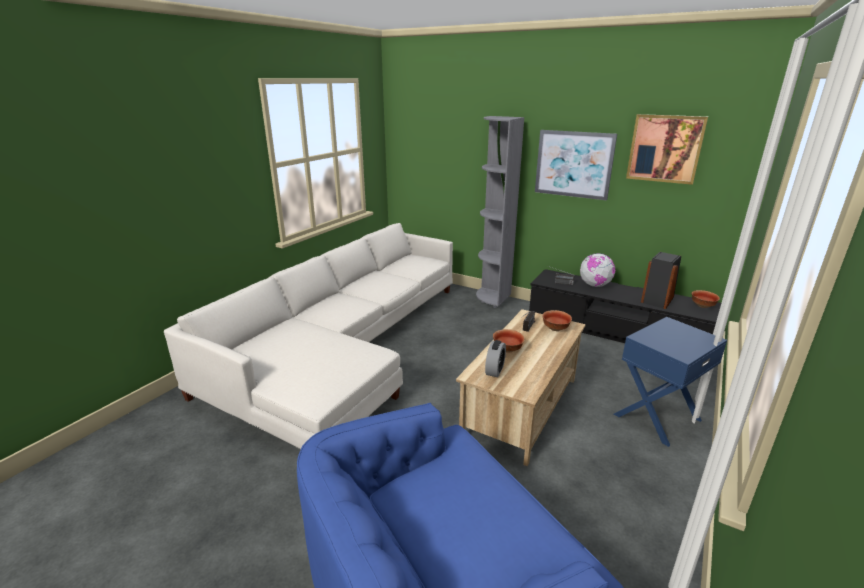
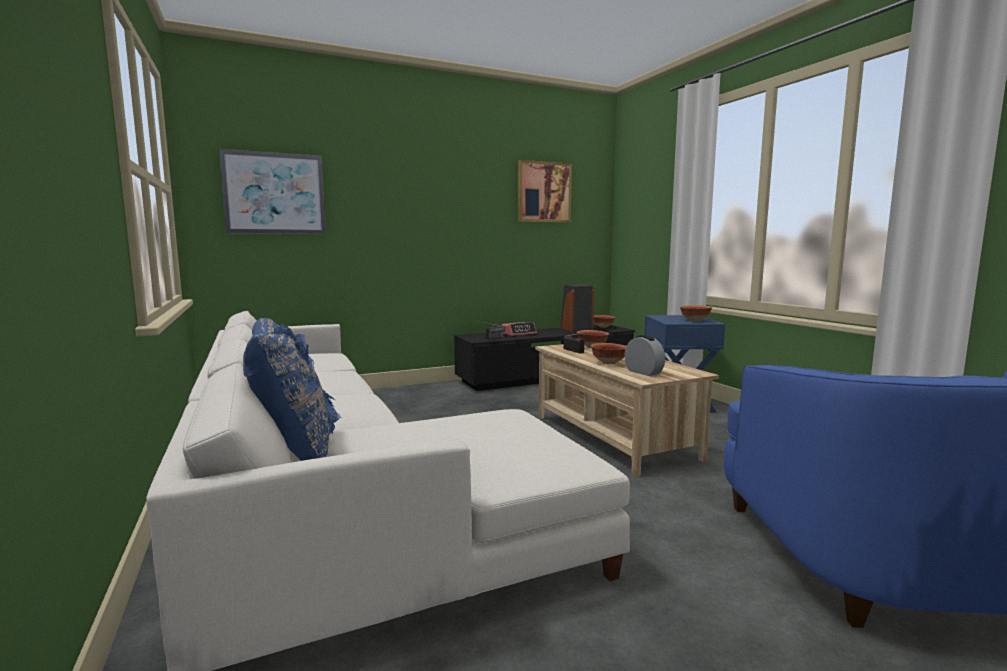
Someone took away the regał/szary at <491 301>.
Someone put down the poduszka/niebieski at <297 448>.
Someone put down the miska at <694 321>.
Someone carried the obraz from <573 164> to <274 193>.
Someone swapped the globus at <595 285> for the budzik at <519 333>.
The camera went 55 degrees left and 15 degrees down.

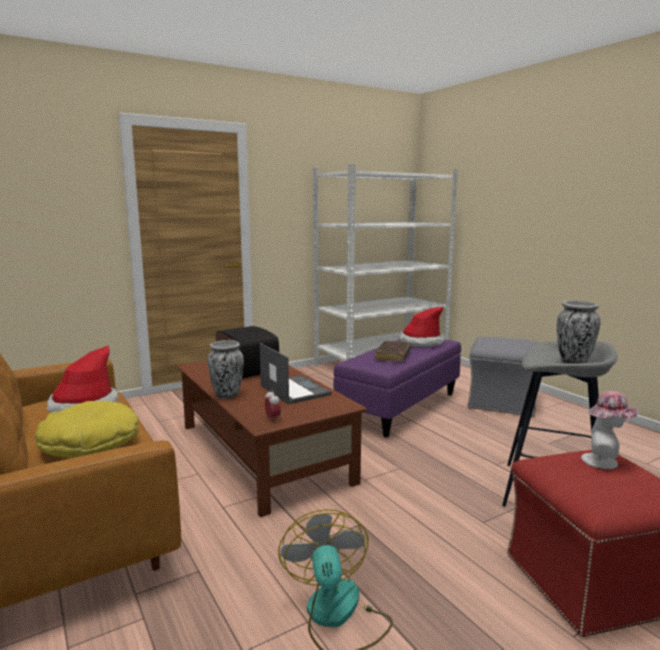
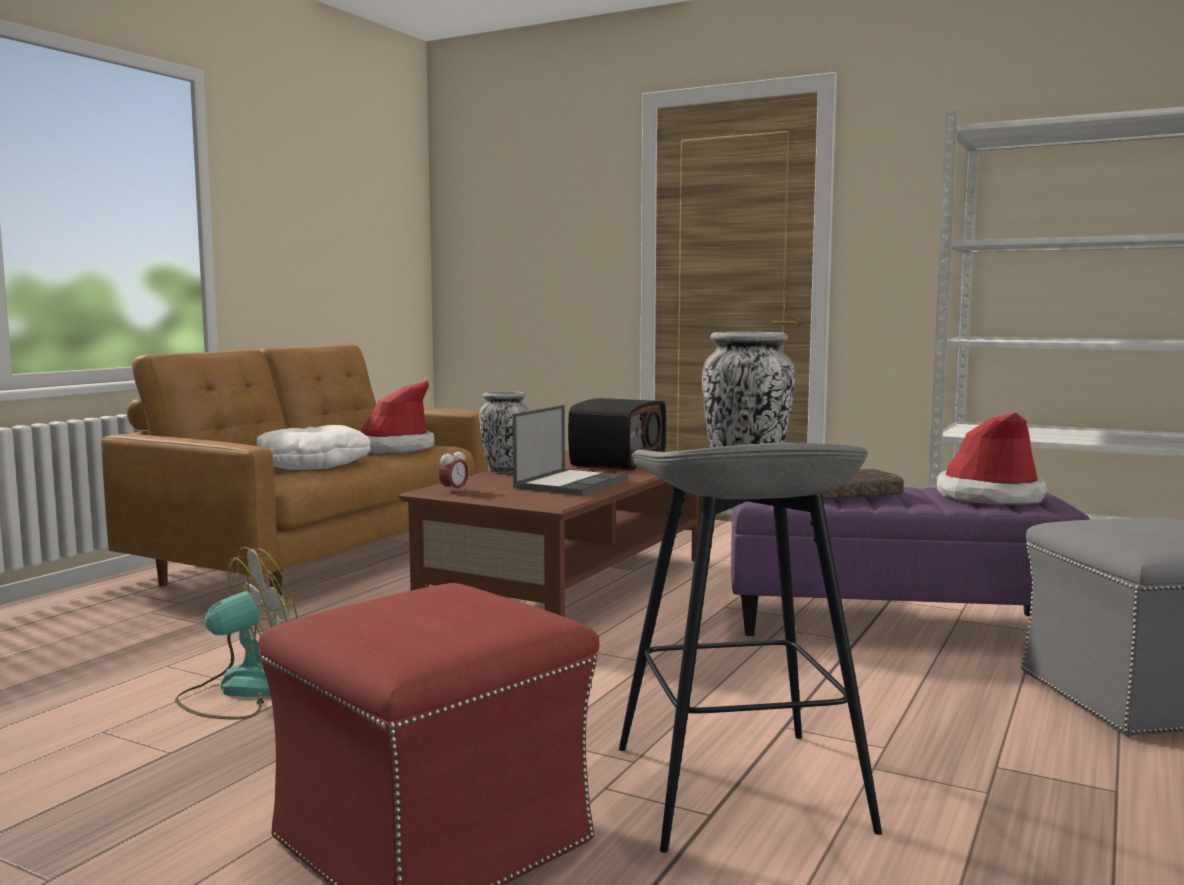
Someone took away the kapelusz at <604 462>.
Someone repainted the poduszka/żółty at <89 443>, which became the poduszka/biały at <312 465>.
The camera went 60 degrees right and 5 degrees down.

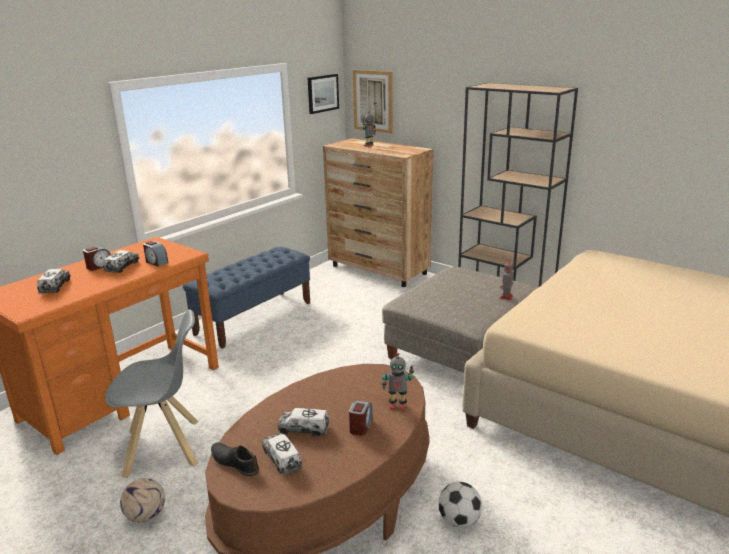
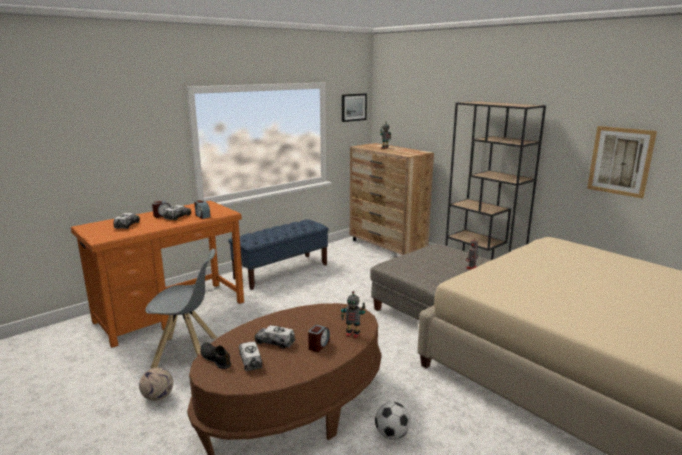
Someone carried the obraz from <373 101> to <620 161>.
The camera went 10 degrees right and 5 degrees down.

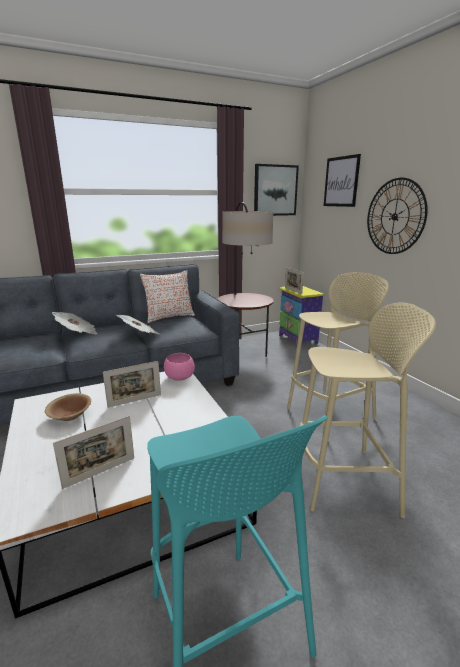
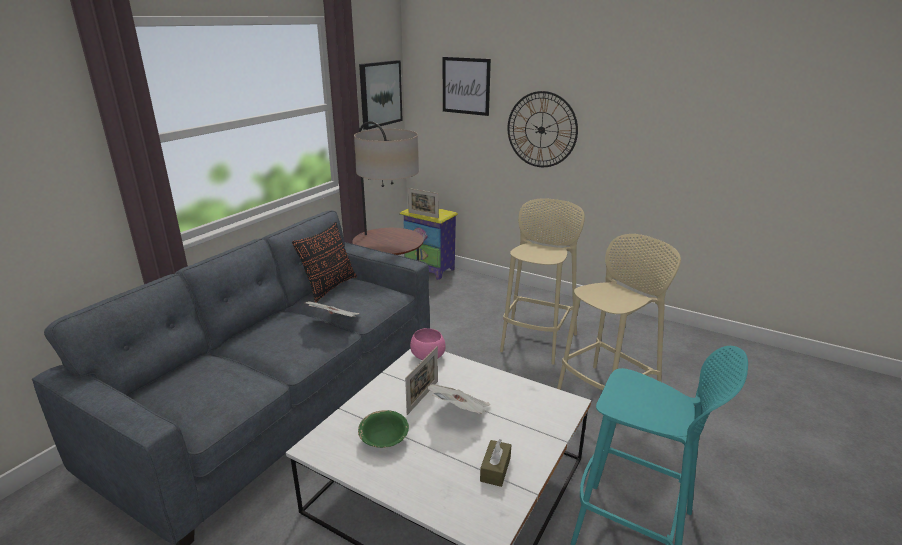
Someone carried the gazeta from <77 333> to <460 412>.
Someone swapped the ramka na zdjęcie at <100 472> for the pudełko chusteczek/brązowy at <495 469>.
Someone repainted the miska/brązowy at <70 416>, which became the miska/zielony at <384 439>.
Someone repainted the poduszka/biały at <169 317>, which became the poduszka/czarny at <329 287>.
The camera went 35 degrees left and 5 degrees up.

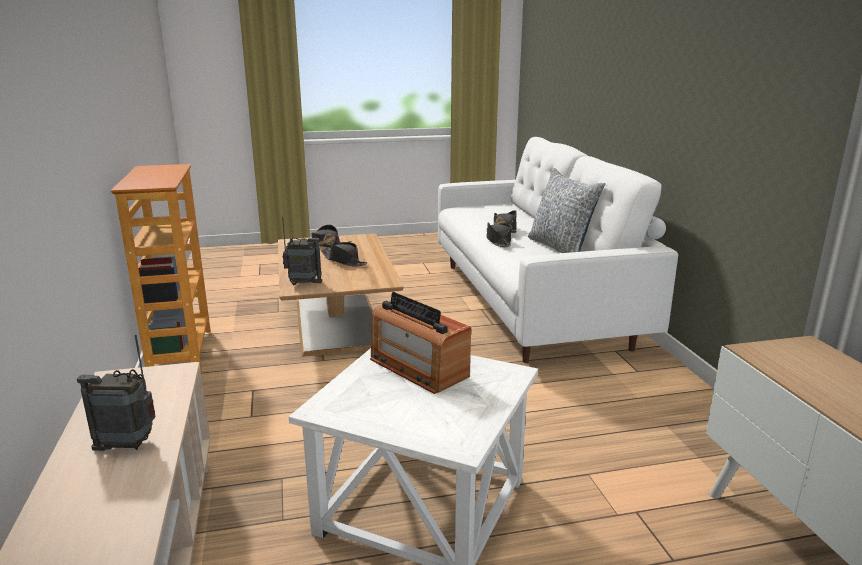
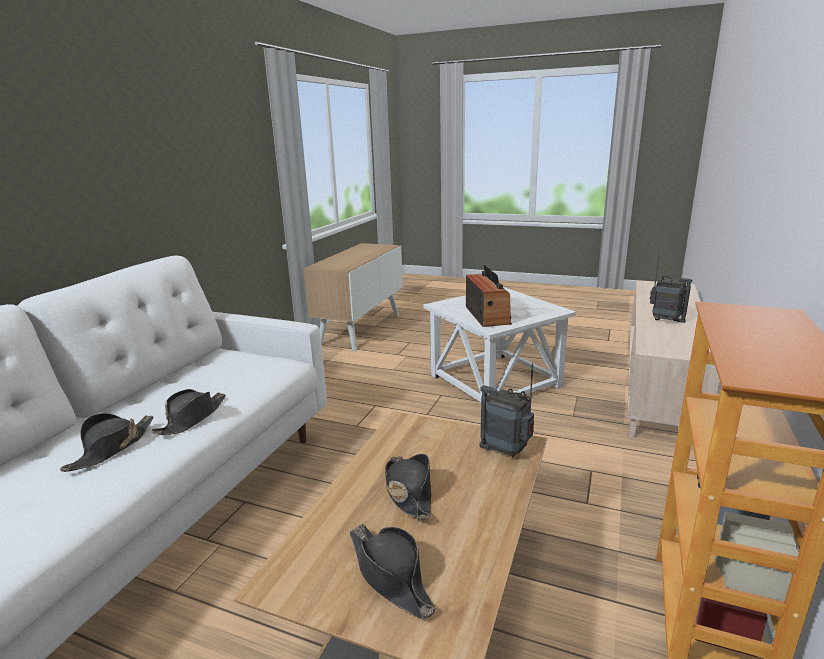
Someone took away the poduszka at <561 248>.
The camera went 145 degrees left and 0 degrees up.

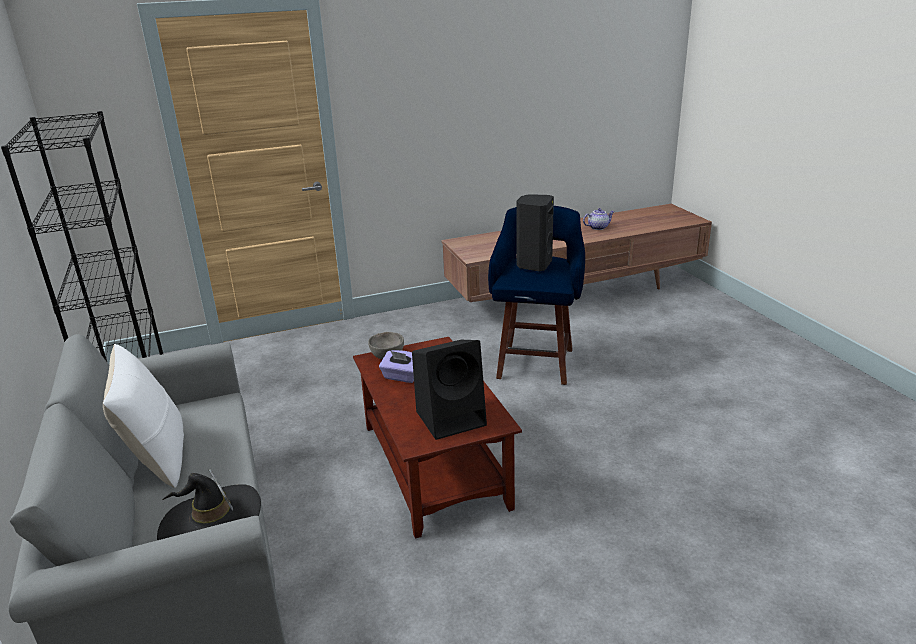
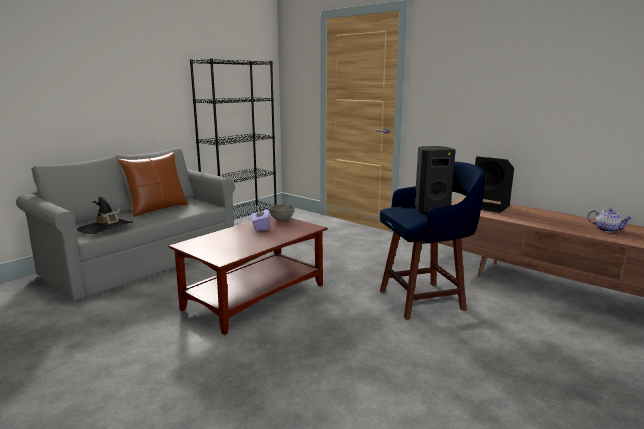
Someone carried the głośnik/czarny from <452 417> to <490 207>.
Someone repainted the poduszka/biały at <158 457>, which became the poduszka/brązowy at <157 209>.
The camera went 60 degrees right and 10 degrees down.

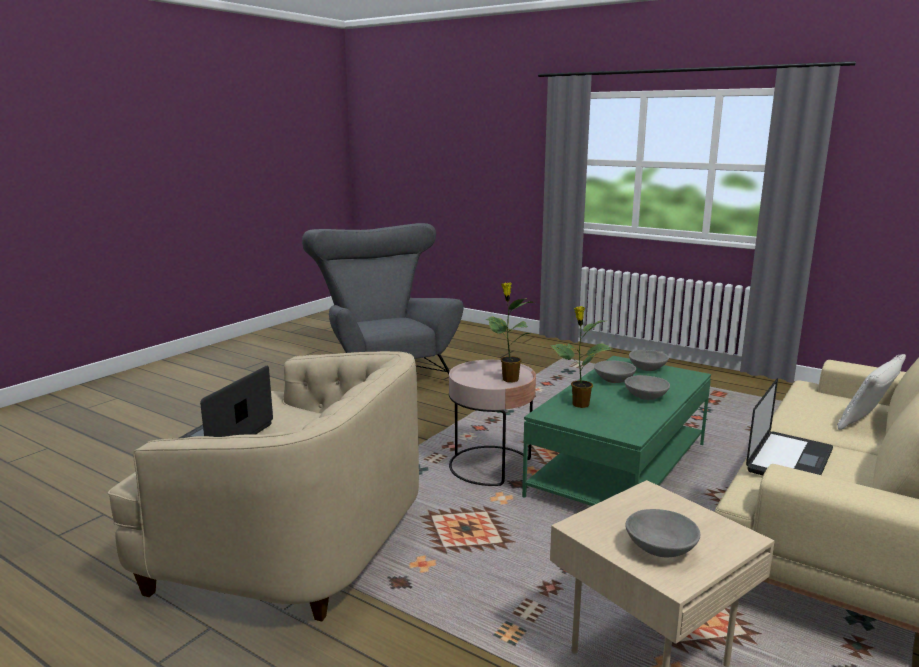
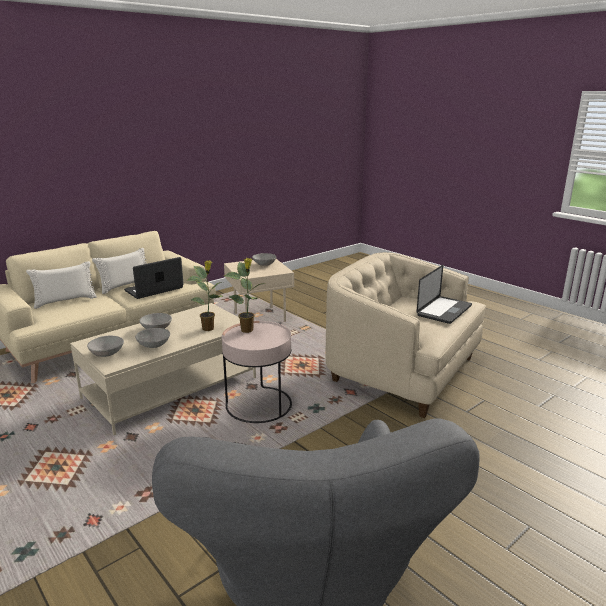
Someone put down the poduszka/biały at <125 286>.
Someone repainted the ława/zielony at <619 470>, which became the ława/beżowy at <171 388>.
The camera went 165 degrees left and 5 degrees up.

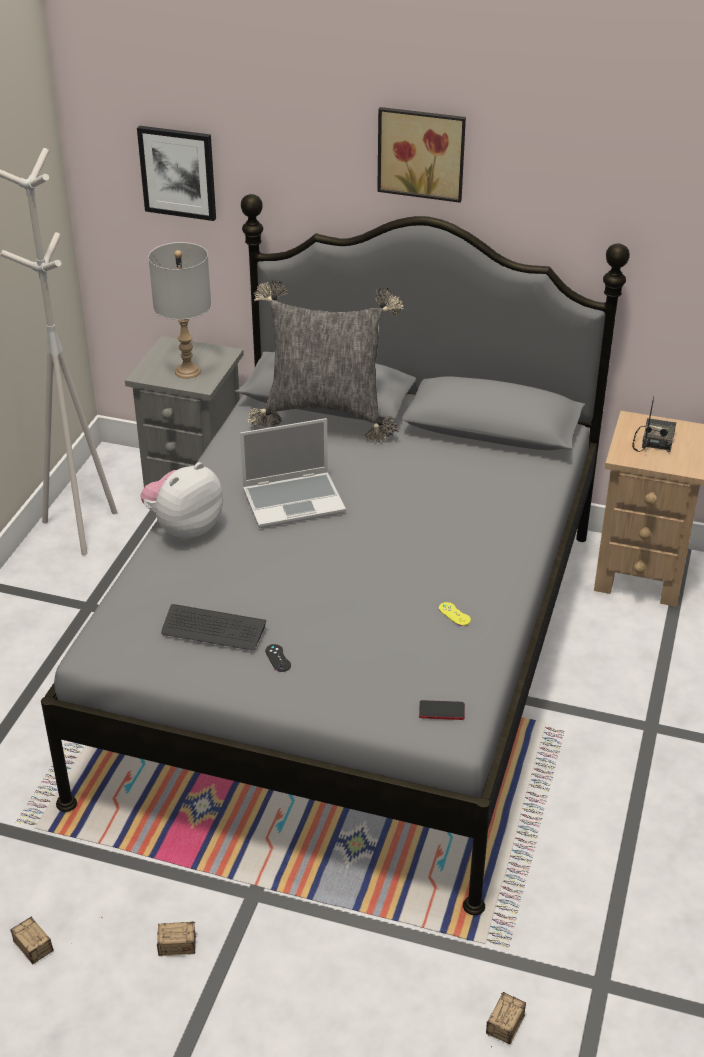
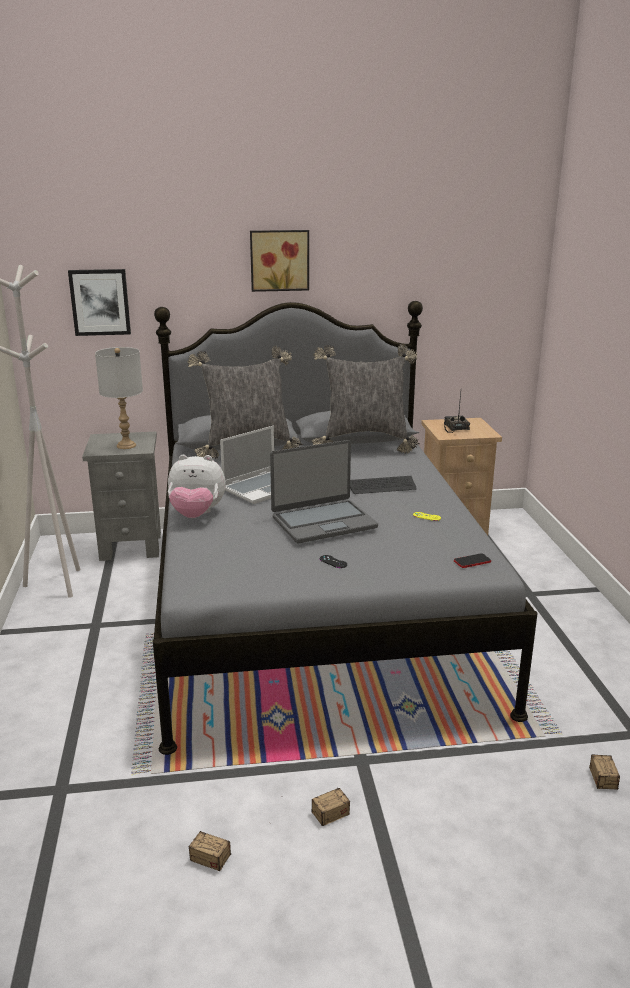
Someone put down the laptop at <323 522>.
Someone put down the poduszka at <364 447>.
Someone carried the klawiatura from <213 629> to <382 486>.
Someone rotated the pluszak at <184 528> by 105 degrees counterclockwise.
The camera went 25 degrees left and 15 degrees down.

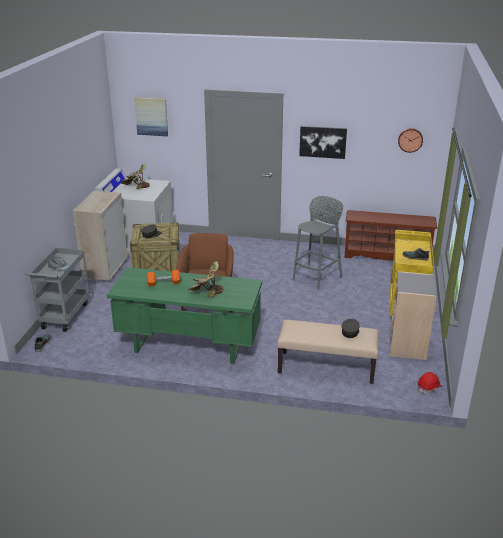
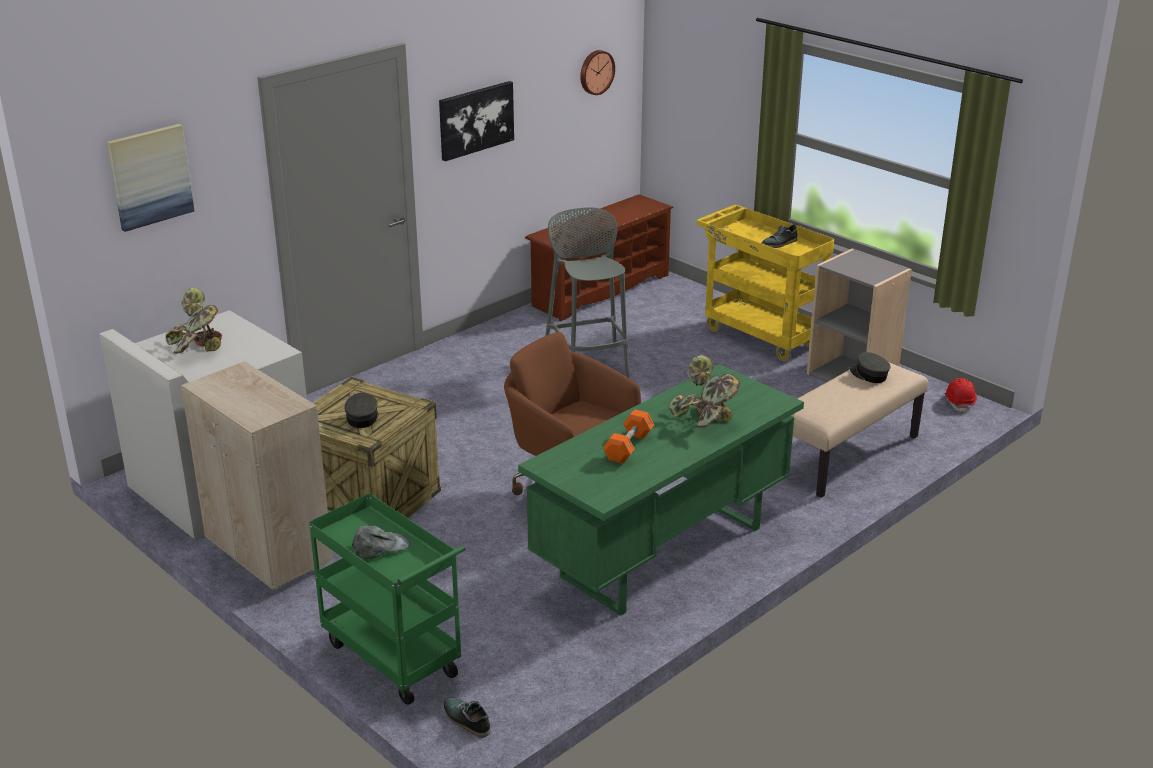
Someone repainted the wózek/szary at <65 317>, which became the wózek/zielony at <394 662>.
The camera went 55 degrees left and 0 degrees up.

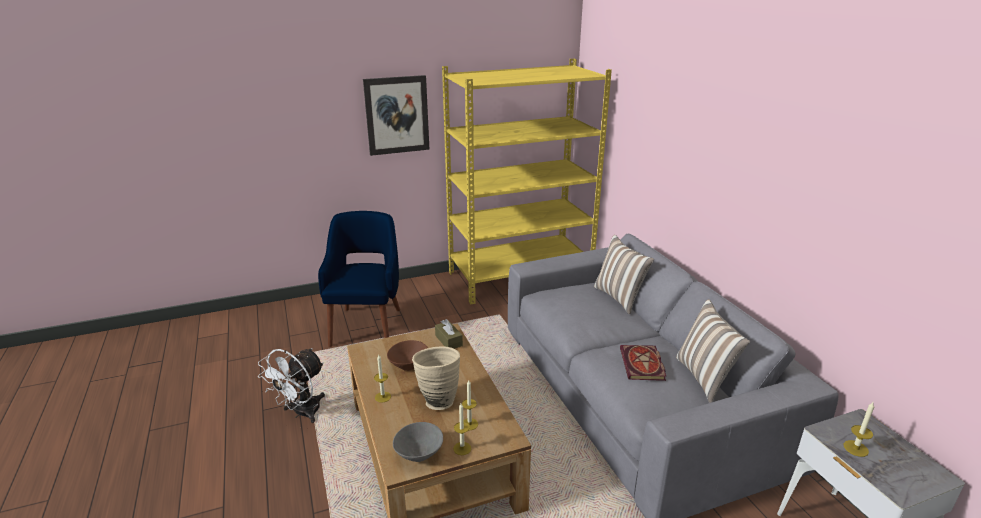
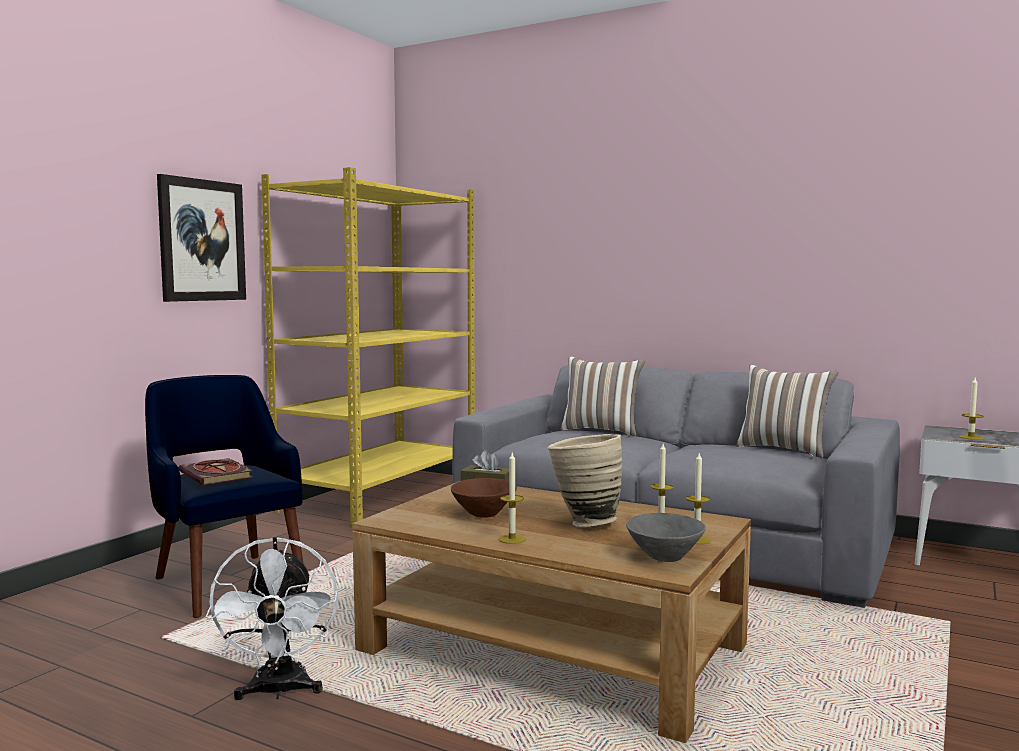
Someone carried the książka from <643 365> to <218 475>.
The camera went 40 degrees left and 20 degrees down.

